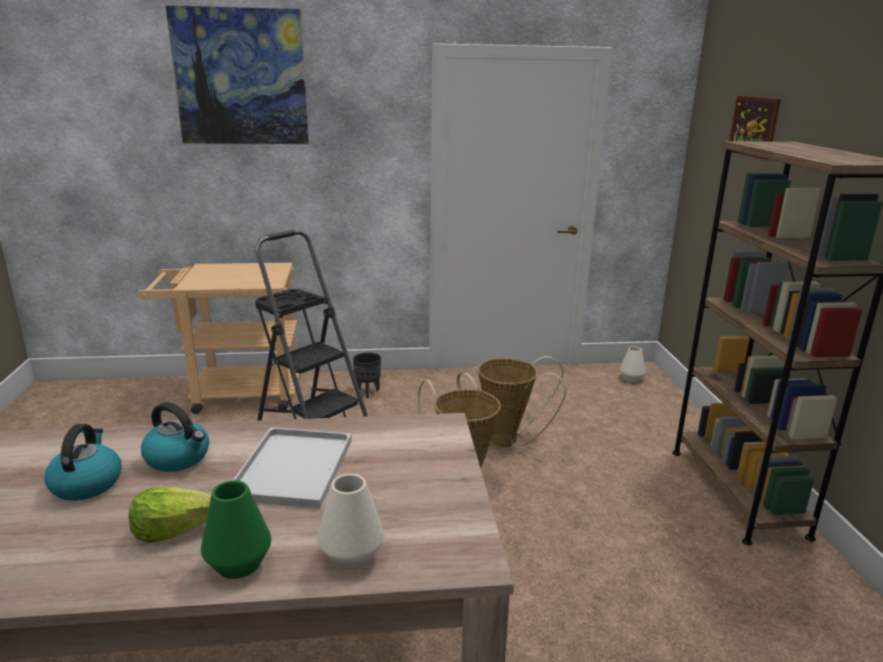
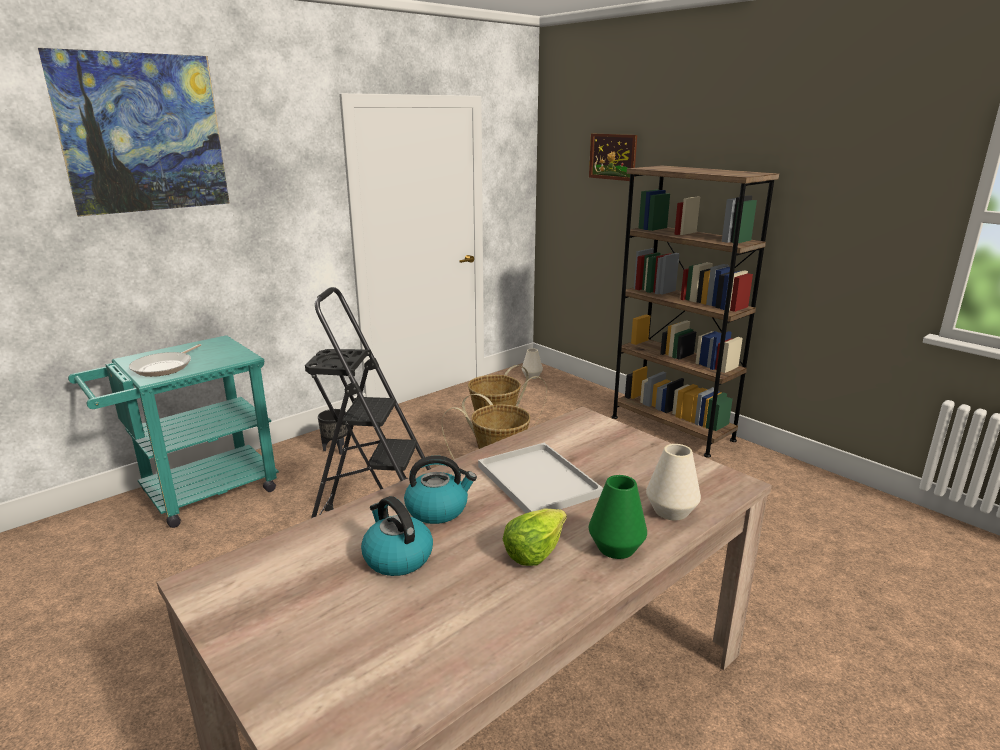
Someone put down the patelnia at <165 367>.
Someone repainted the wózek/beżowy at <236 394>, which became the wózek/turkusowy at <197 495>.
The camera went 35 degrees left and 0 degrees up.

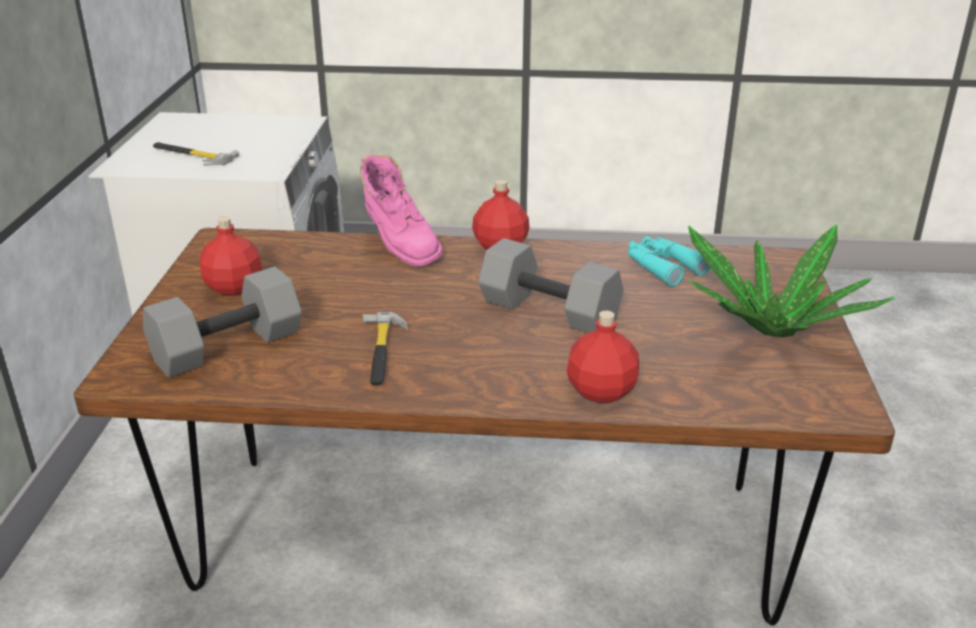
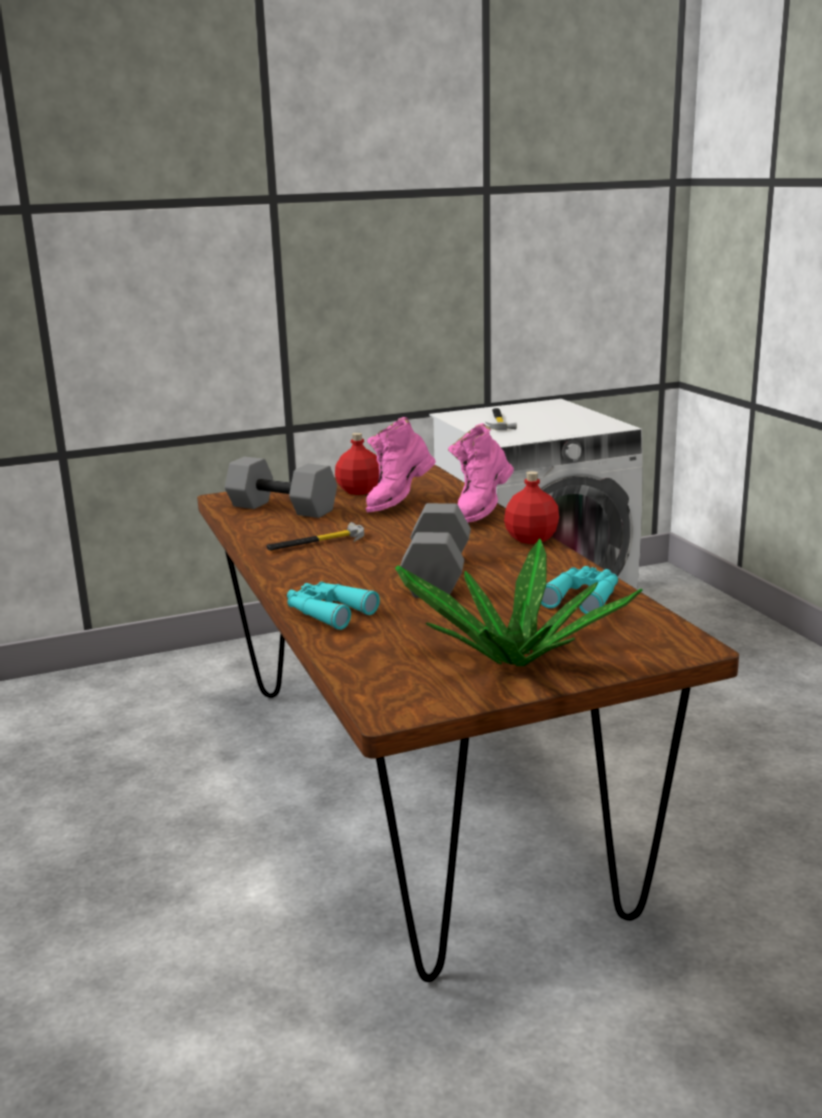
Someone put down the but z cholewką/różowy at <398 503>.
Someone swapped the butelka/czerwony at <600 391> for the lornetka/turkusowy at <328 612>.
The camera went 65 degrees right and 10 degrees down.

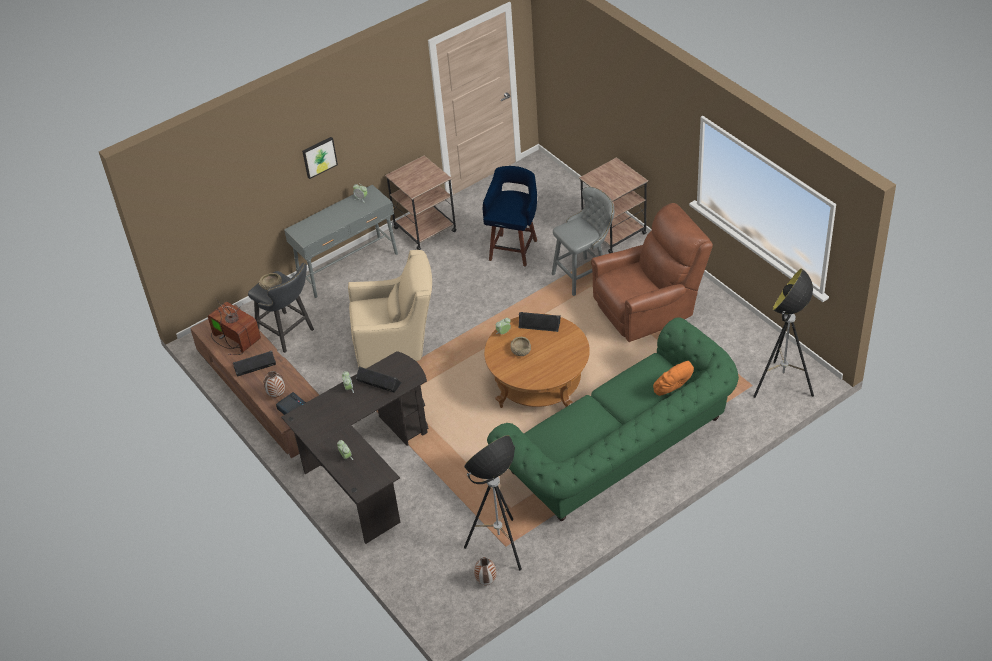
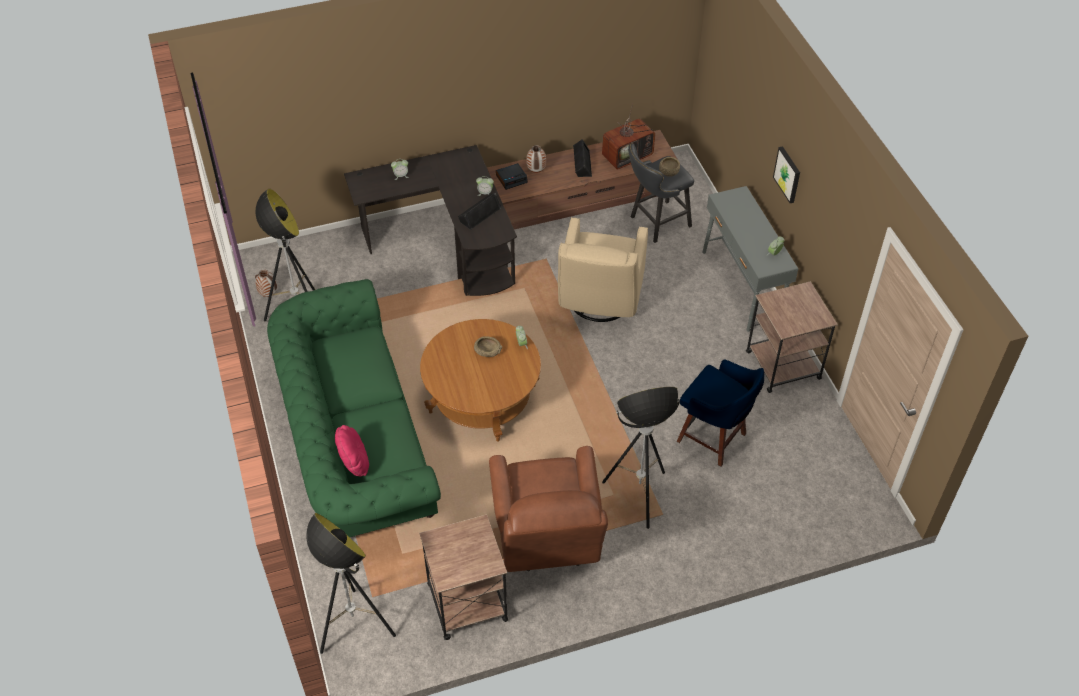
Someone took away the głośnik/czarny at <539 323>.
Someone carried the wózek/brązowy from <614 233> to <466 603>.
Someone swapped the stołek/szary at <585 274> for the lampa stojąca at <638 496>.
Someone repainted the poduszka/pomarańczowy at <673 392>, which became the poduszka/różowy at <354 464>.
The camera went 105 degrees right and 5 degrees up.

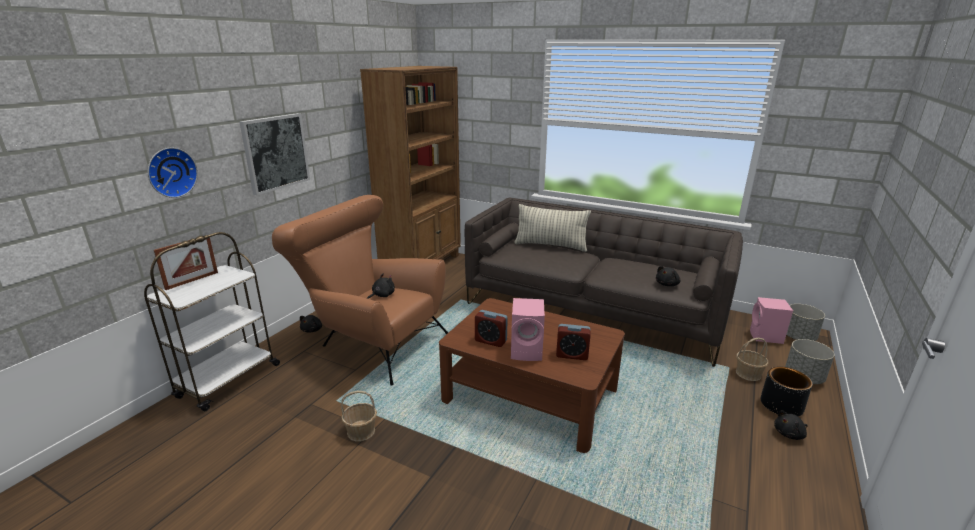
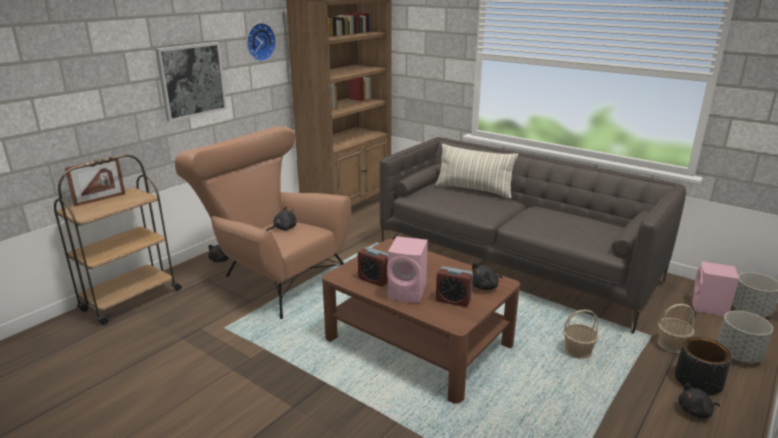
Someone carried the zegar ścienny from <170 172> to <259 42>.
Someone carried the koszyk from <361 431> to <578 351>.
Someone carried the pluszak/czarny from <667 284> to <485 287>.
Someone repainted the wózek/biały at <228 381>, which became the wózek/brązowy at <130 301>.
The camera went 10 degrees right and 0 degrees up.

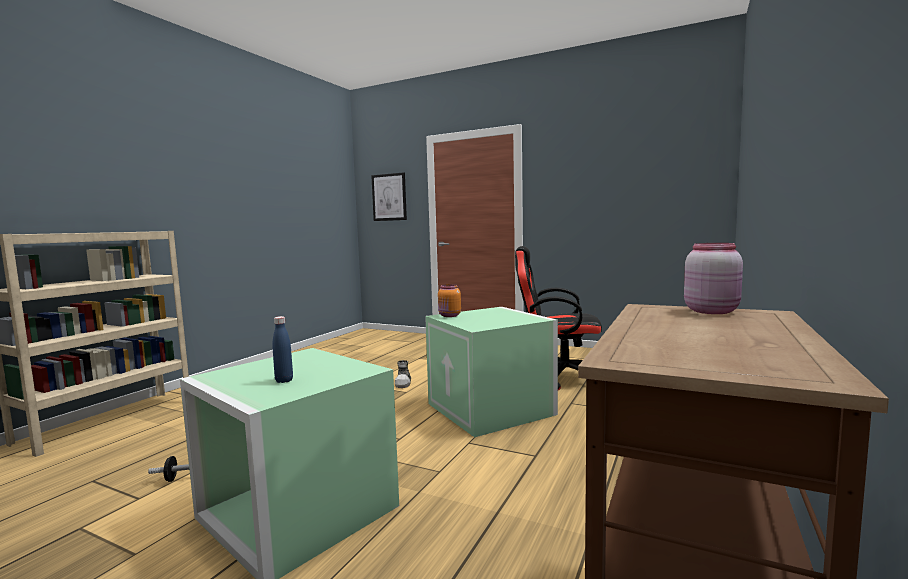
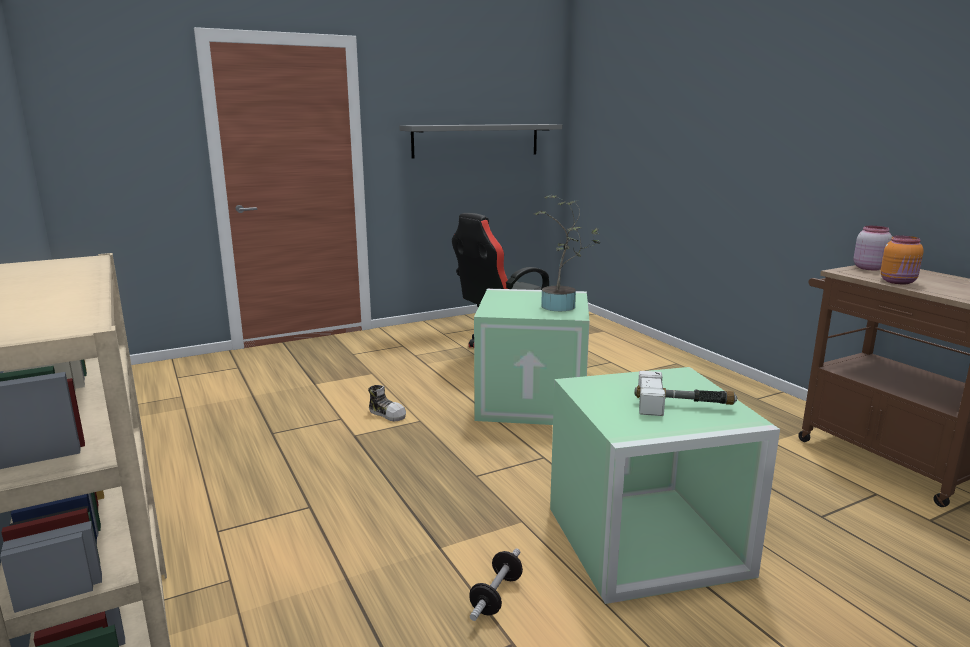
Someone took away the obraz at <389 197>.
Someone put up the półka/szary at <476 140>.
Someone put down the roślina doniczkowa at <562 306>.
Someone carried the słoik/pomarańczowy from <449 316> to <898 282>.
Someone swapped the butelka/niebieski at <284 380> for the młotek at <684 405>.
The camera went 55 degrees left and 10 degrees up.

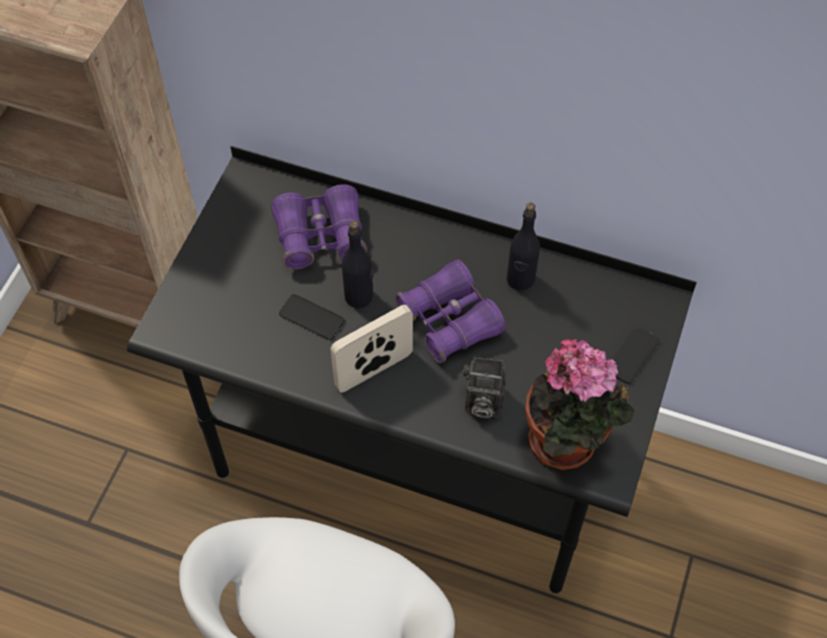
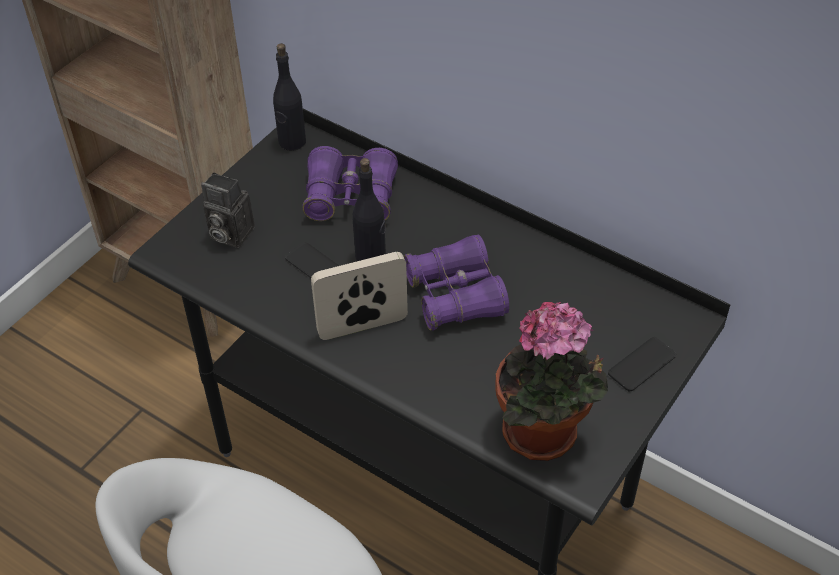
Someone carried the aparat fotograficzny from <481 402> to <228 234>.
Someone carried the butelka/czarny from <520 279> to <292 142>.
The camera went 15 degrees right and 10 degrees down.

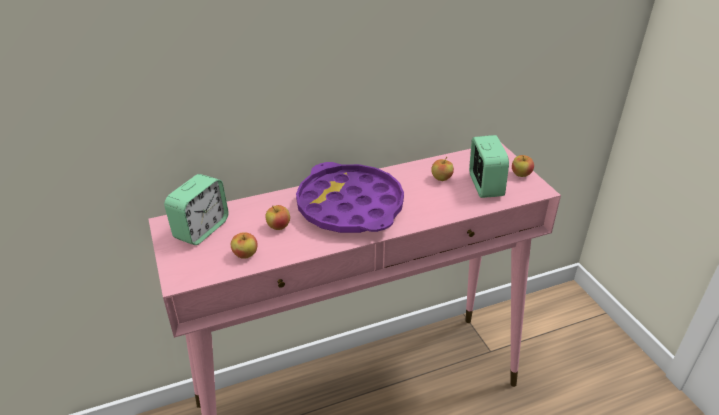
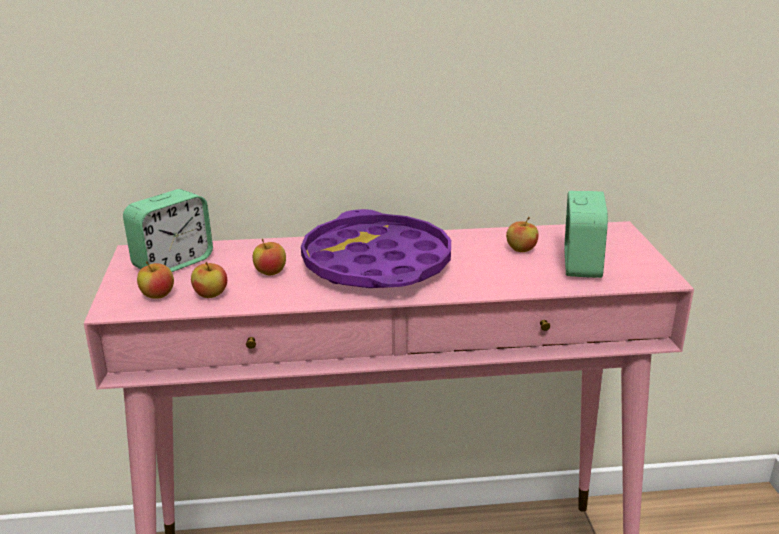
Someone carried the jabłko from <521 174> to <157 296>.
The camera went 15 degrees right and 10 degrees down.

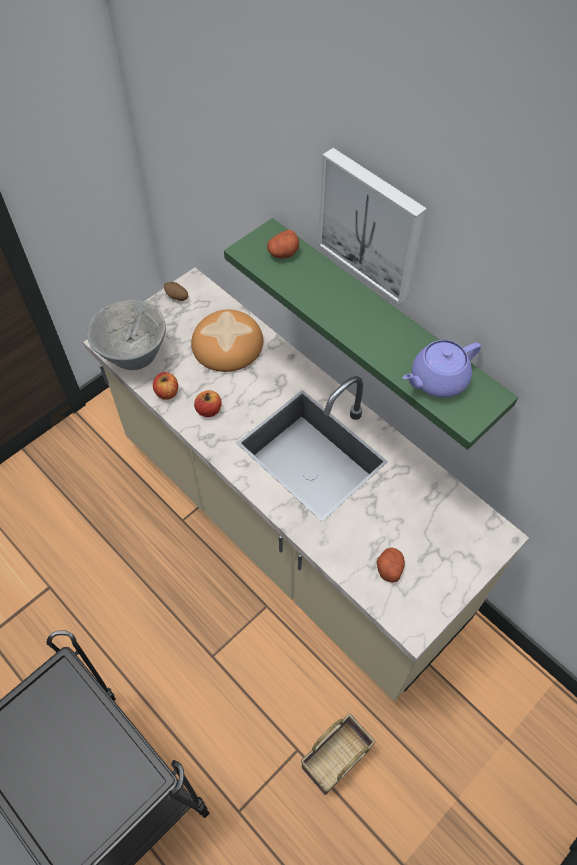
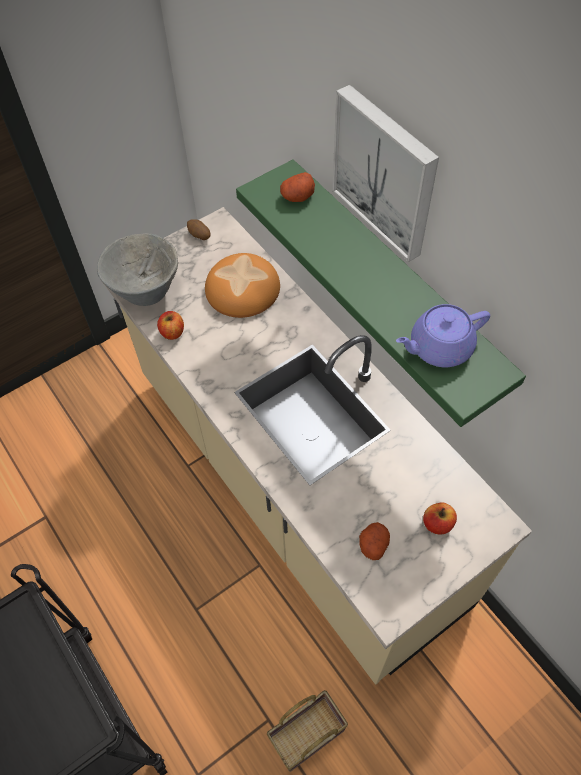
Someone carried the jabłko from <209 410> to <437 524>.
The camera went 10 degrees right and 0 degrees up.

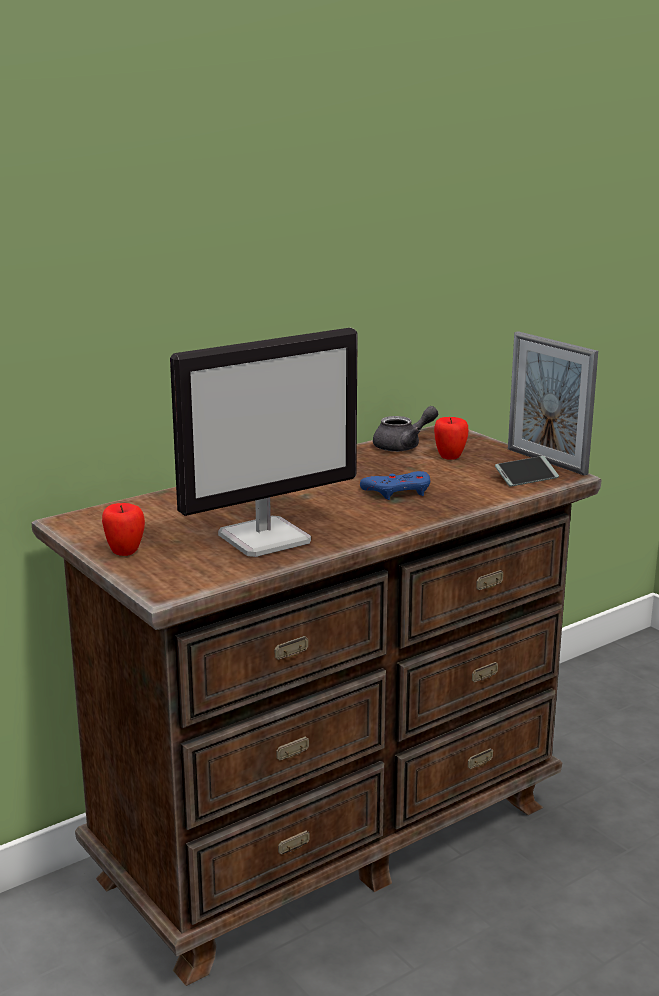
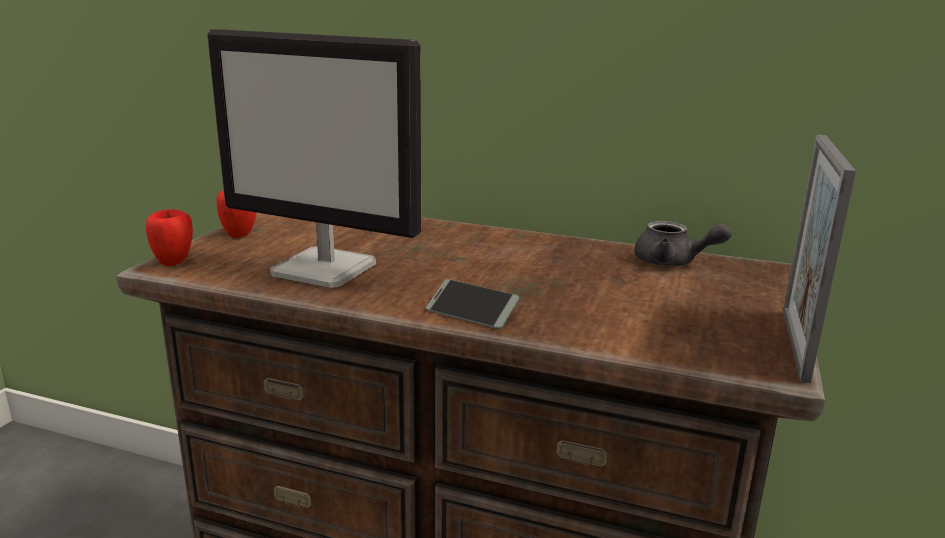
Someone took away the pad do gier/niebieski at <398 491>.
Someone carried the jabłko from <450 457> to <174 262>.
Someone carried the telefon from <526 477> to <471 312>.
The camera went 55 degrees right and 0 degrees up.

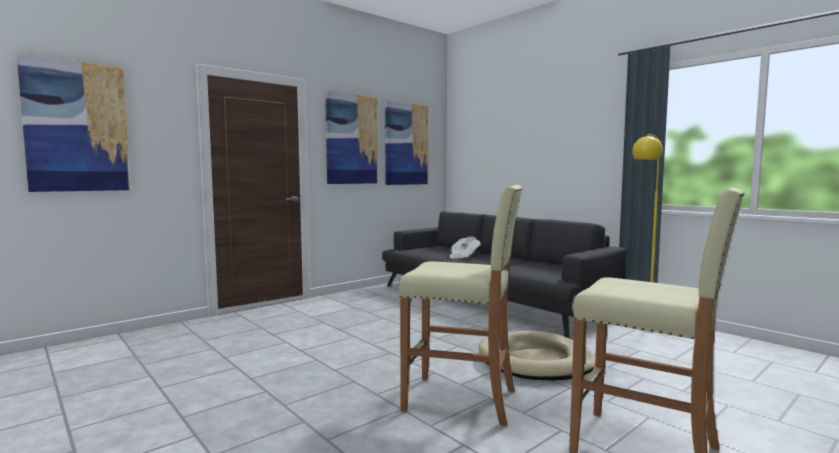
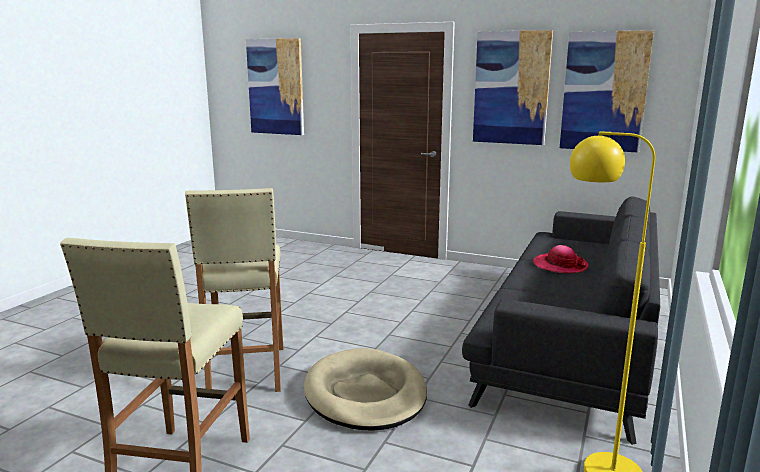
Someone swapped the gazeta at <463 256> for the kapelusz at <560 265>.
The camera went 65 degrees right and 10 degrees up.

